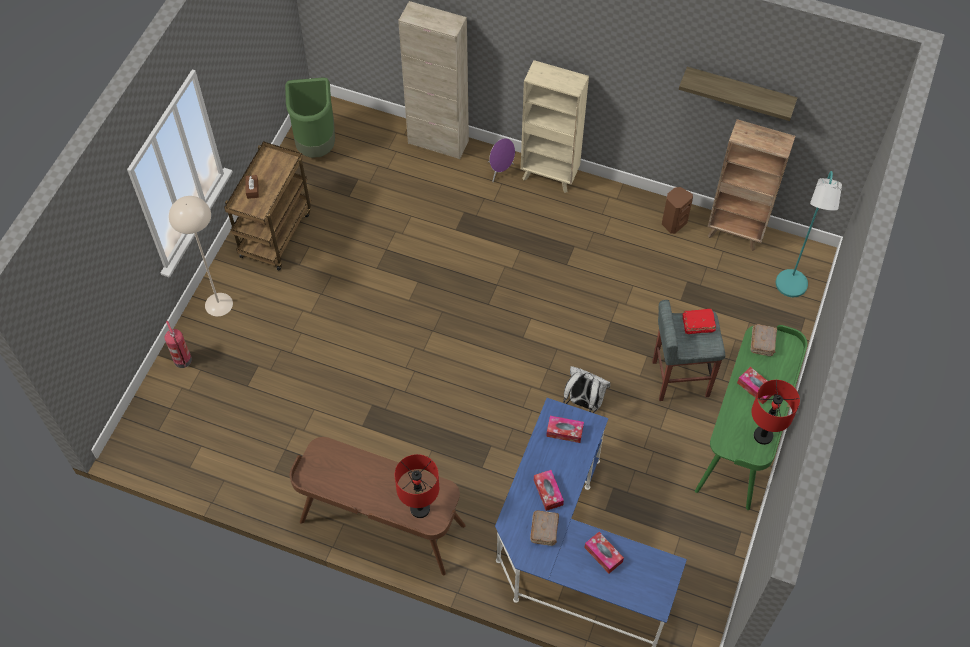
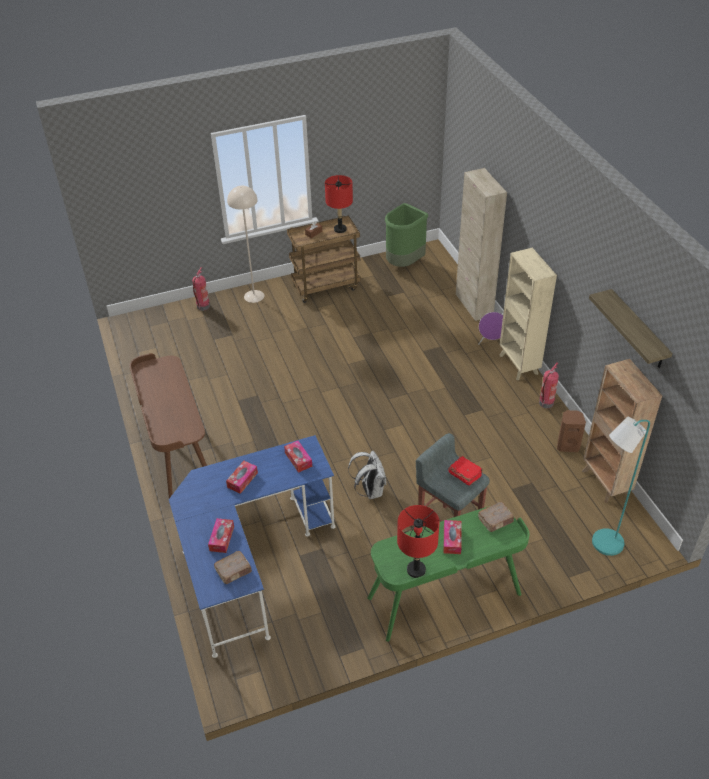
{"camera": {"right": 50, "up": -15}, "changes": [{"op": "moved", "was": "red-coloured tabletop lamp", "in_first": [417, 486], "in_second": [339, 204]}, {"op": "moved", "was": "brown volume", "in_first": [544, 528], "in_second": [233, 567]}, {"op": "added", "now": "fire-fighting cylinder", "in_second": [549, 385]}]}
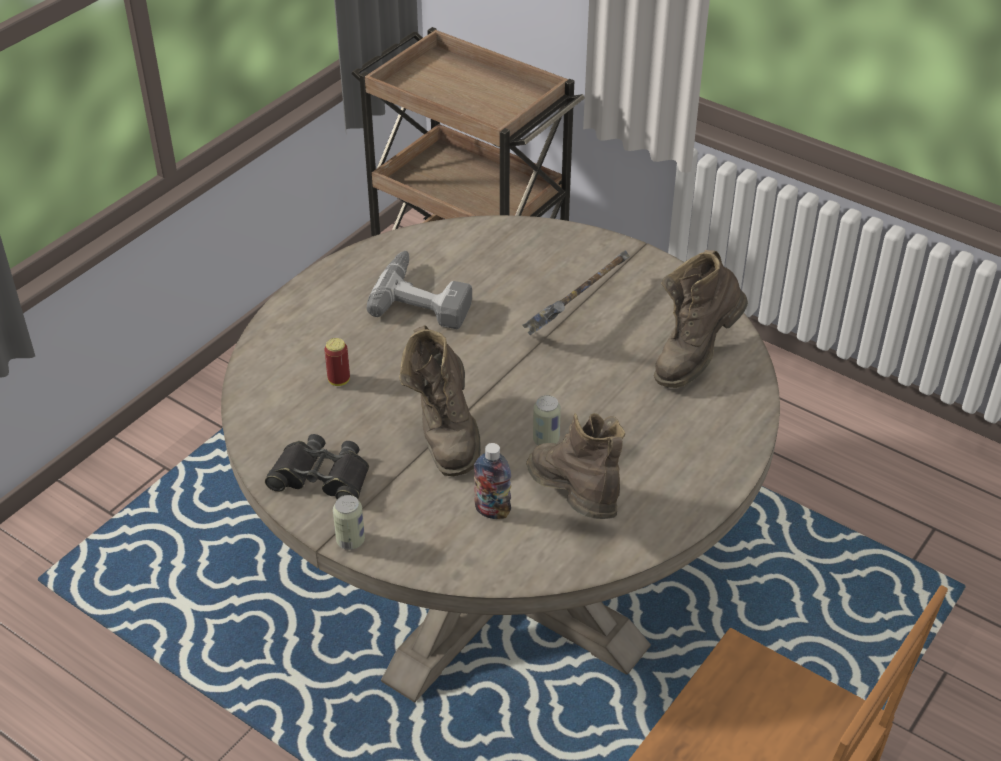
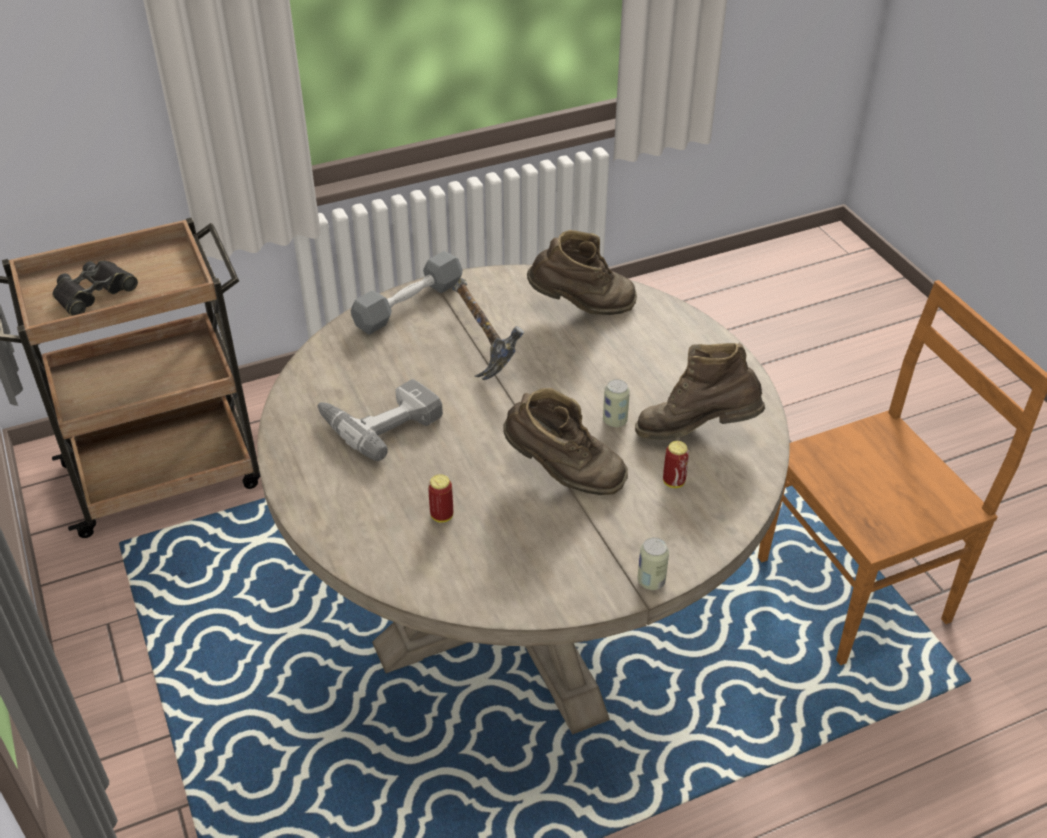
{"camera": {"right": -60, "up": 0}, "changes": [{"op": "turned", "was": "brown high-top boot", "in_first": [701, 319], "in_second": [582, 272], "clockwise": -75}, {"op": "moved", "was": "blackish field glasses", "in_first": [317, 466], "in_second": [95, 288]}, {"op": "replaced", "was": "drink bottle", "now": "sealed can", "in_first": [492, 481], "in_second": [676, 464]}, {"op": "added", "now": "grey hand weight", "in_second": [406, 293]}]}
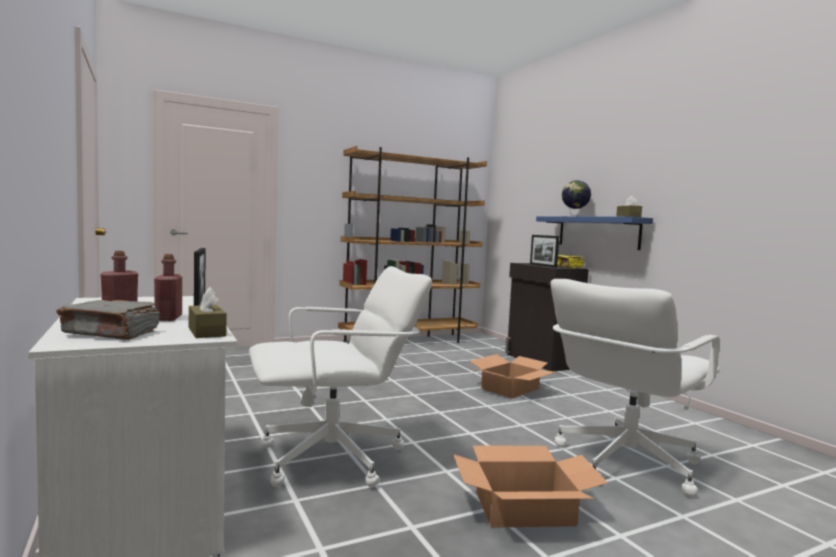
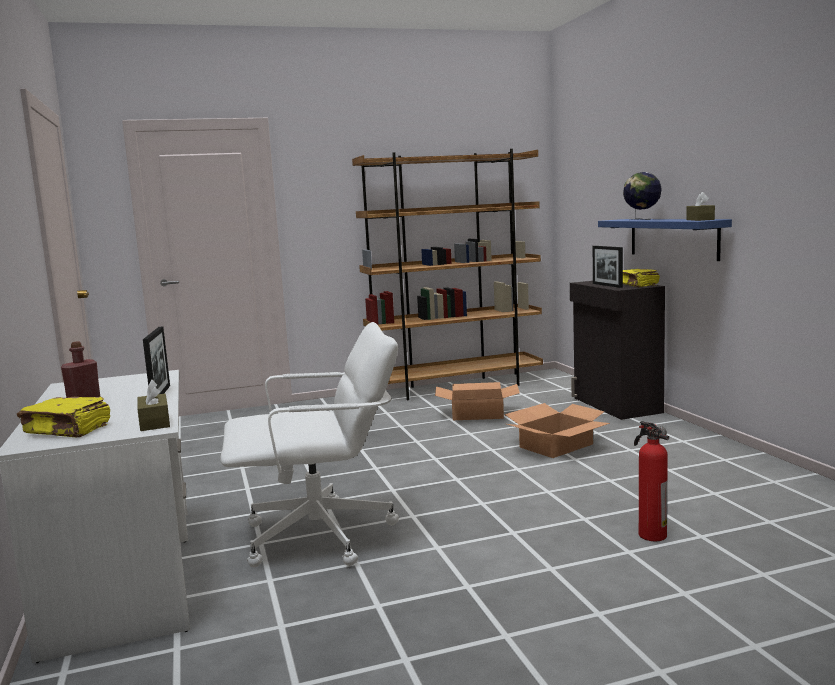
{"camera": {"right": 10, "up": 5}, "changes": [{"op": "removed", "was": "red-coloured drink bottle", "in_first": [168, 287]}, {"op": "replaced", "was": "whitish office chair", "now": "fire-fighting cylinder", "in_first": [635, 388], "in_second": [651, 481]}, {"op": "recoloured", "was": "grey volume", "now": "yellow volume", "in_first": [108, 320], "in_second": [63, 417]}, {"op": "moved", "was": "carton", "in_first": [530, 487], "in_second": [477, 401]}]}
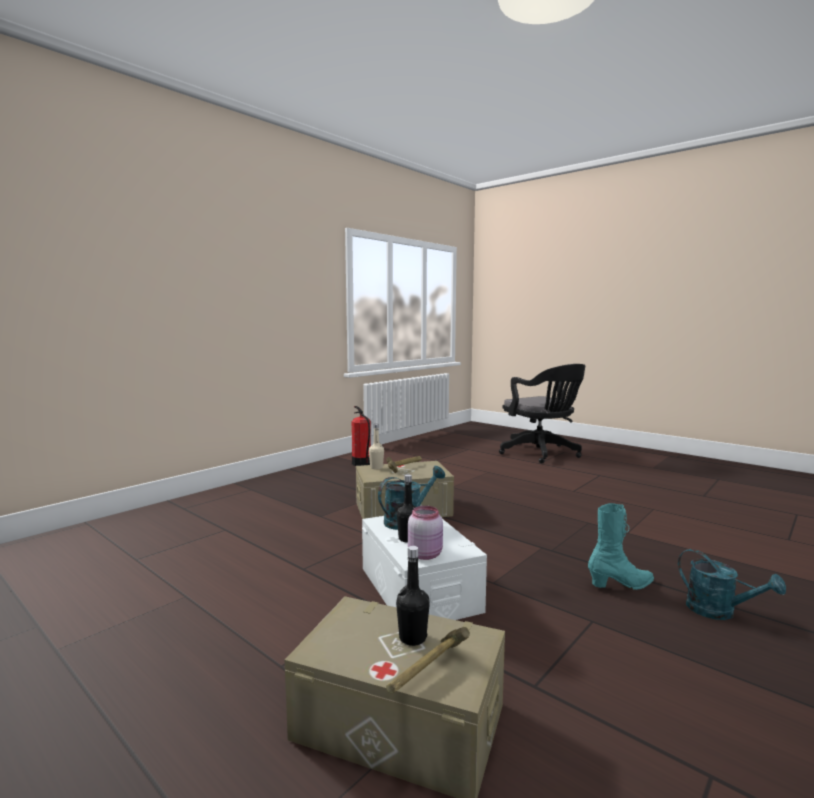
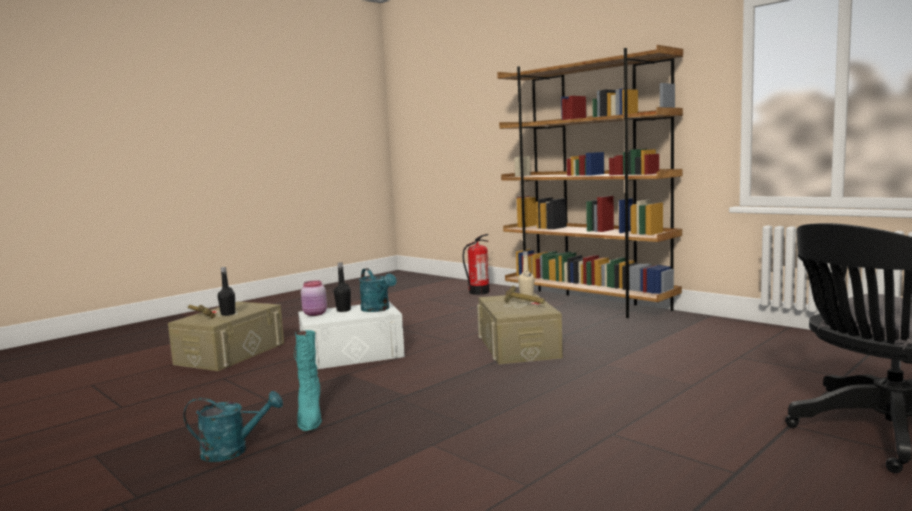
{"camera": {"right": 95, "up": 0}, "changes": [{"op": "moved", "was": "fire-fighting cylinder", "in_first": [361, 436], "in_second": [476, 264]}, {"op": "turned", "was": "blue-green sprinkling can", "in_first": [732, 584], "in_second": [233, 426], "clockwise": -150}, {"op": "added", "now": "brown bookshelf", "in_second": [590, 181]}]}
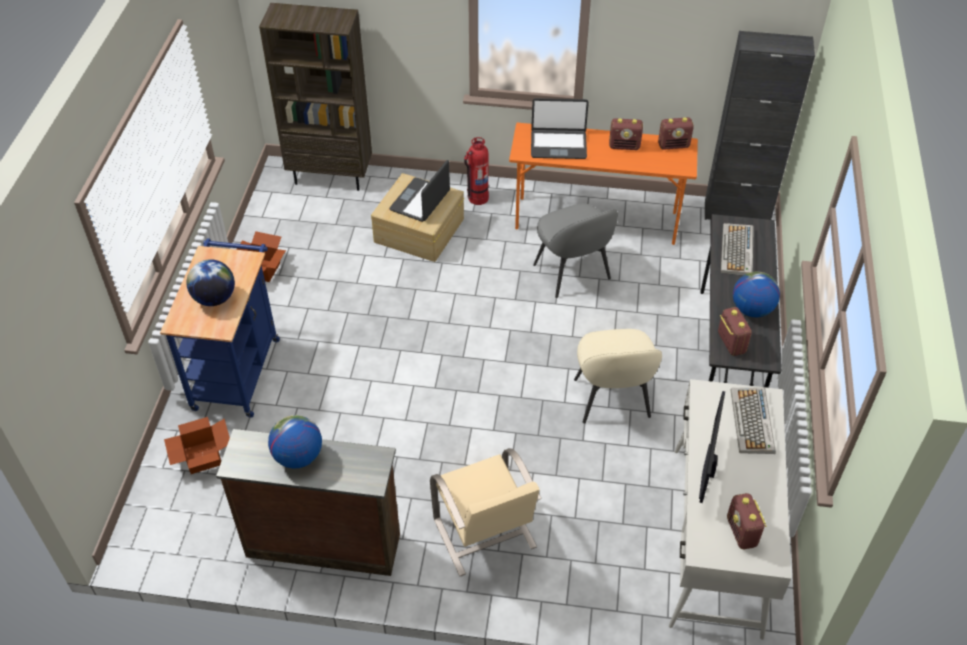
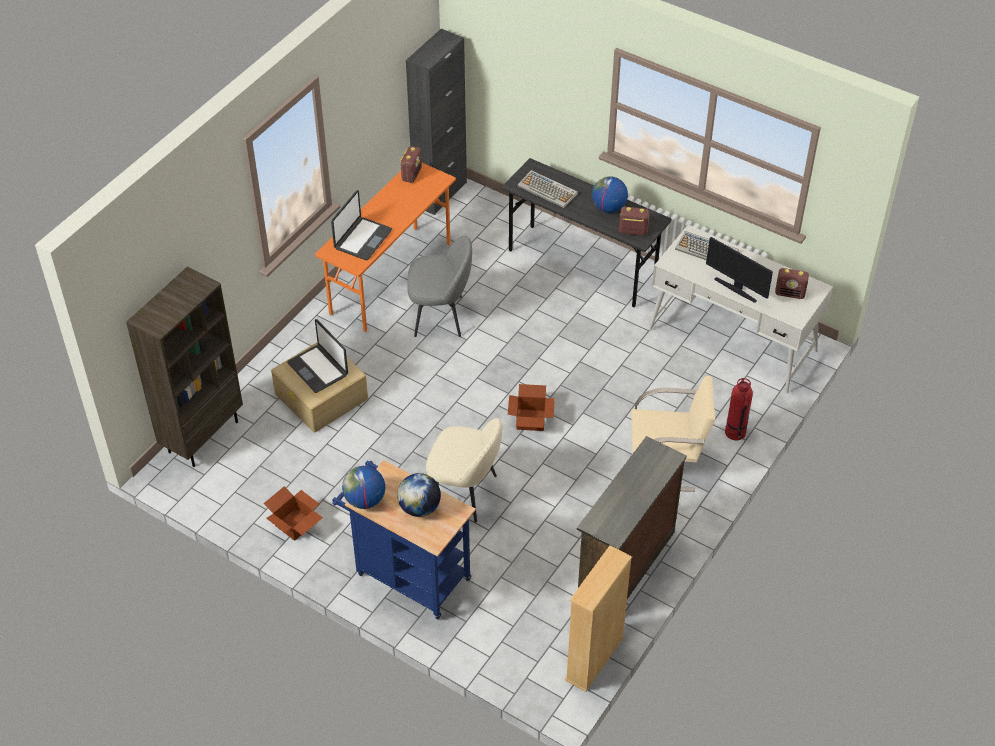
{"camera": {"right": -65, "up": 0}, "changes": [{"op": "removed", "was": "radio set", "in_first": [626, 134]}, {"op": "moved", "was": "fire-fighting cylinder", "in_first": [476, 171], "in_second": [739, 409]}, {"op": "moved", "was": "beige-coloured chair", "in_first": [618, 376], "in_second": [464, 470]}, {"op": "moved", "was": "globe", "in_first": [295, 442], "in_second": [363, 487]}, {"op": "moved", "was": "carton", "in_first": [197, 445], "in_second": [531, 407]}, {"op": "added", "now": "beige-coloured bookshelf", "in_second": [598, 618]}]}
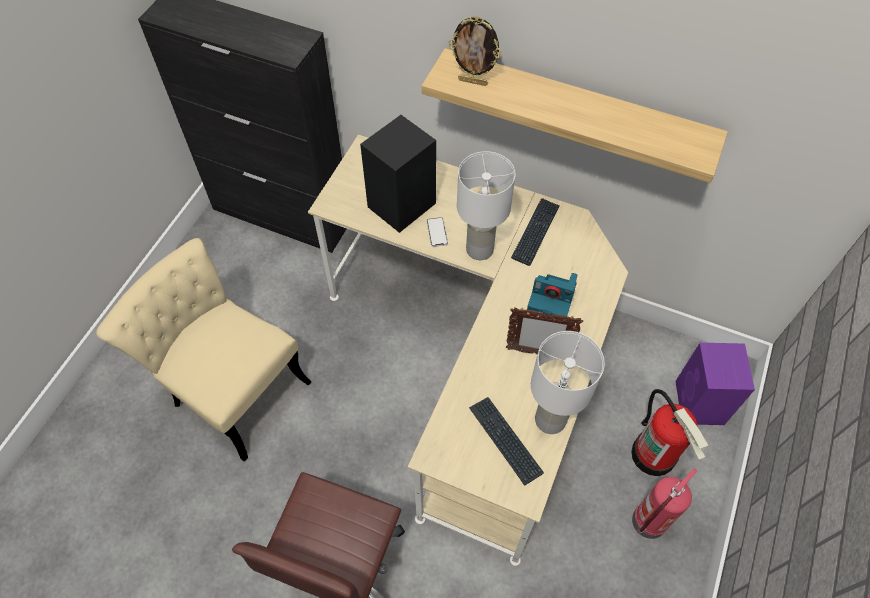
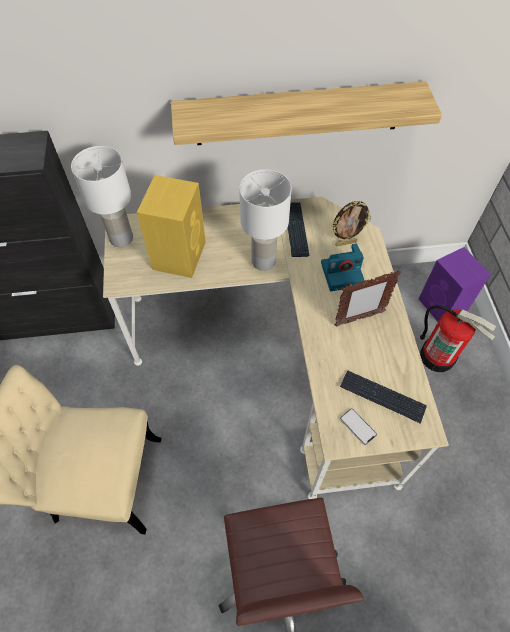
{"camera": {"right": -30, "up": 0}, "changes": [{"op": "moved", "was": "photo frame", "in_first": [475, 51], "in_second": [351, 223]}, {"op": "recoloured", "was": "blackish audio speaker", "now": "yellow audio speaker", "in_first": [398, 174], "in_second": [171, 226]}, {"op": "moved", "was": "telephone", "in_first": [437, 232], "in_second": [358, 426]}, {"op": "moved", "was": "whitish tabletop lamp", "in_first": [568, 382], "in_second": [102, 196]}, {"op": "removed", "was": "fire-fighting cylinder", "in_first": [664, 503]}]}
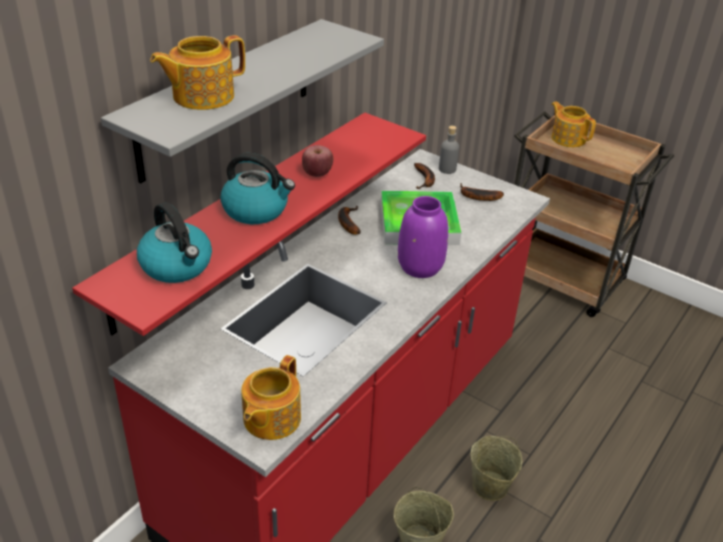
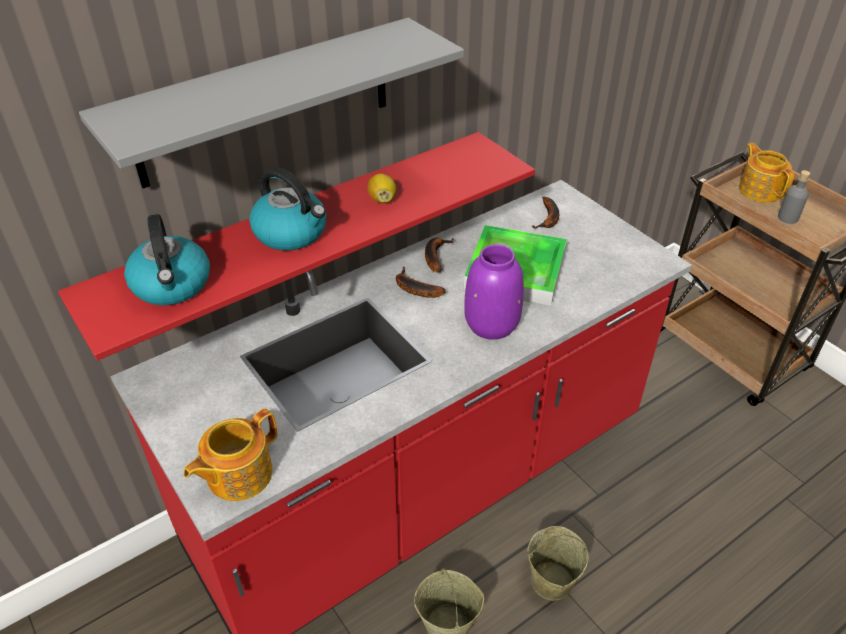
{"camera": {"right": 20, "up": 5}, "changes": [{"op": "removed", "was": "tea pot", "in_first": [197, 72]}, {"op": "moved", "was": "grey drink bottle", "in_first": [449, 150], "in_second": [794, 197]}, {"op": "replaced", "was": "apple fruit", "now": "citrus fruit", "in_first": [317, 161], "in_second": [381, 188]}, {"op": "moved", "was": "banana", "in_first": [482, 192], "in_second": [421, 282]}]}
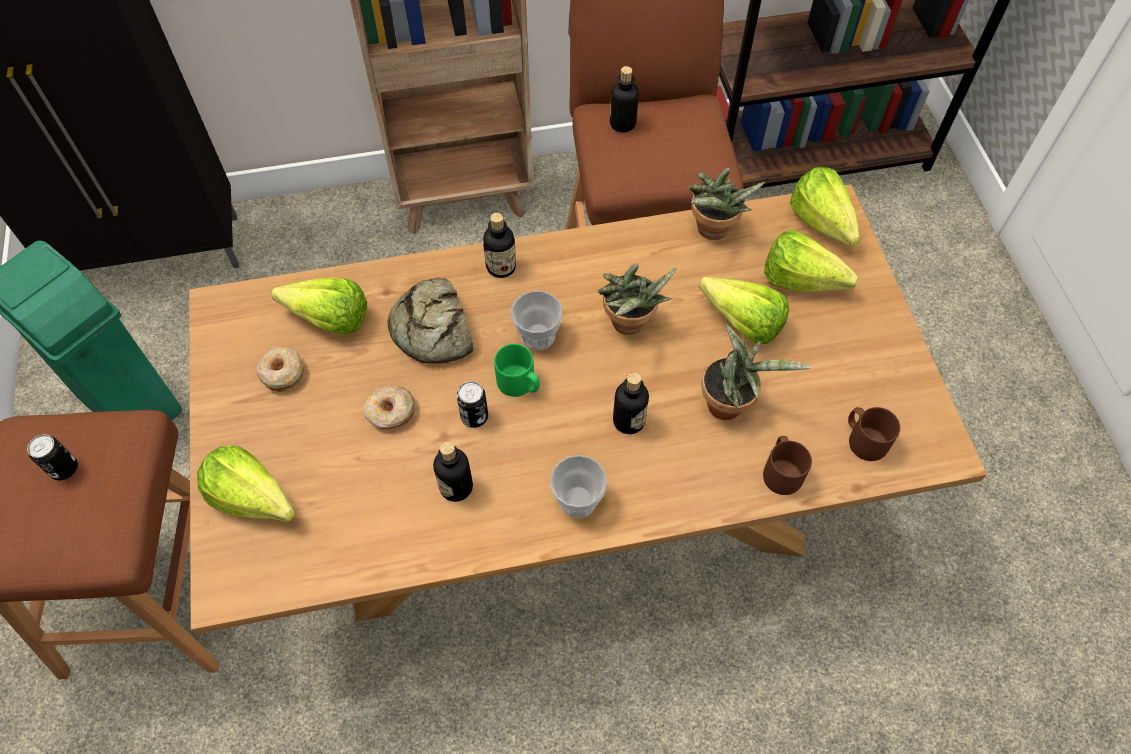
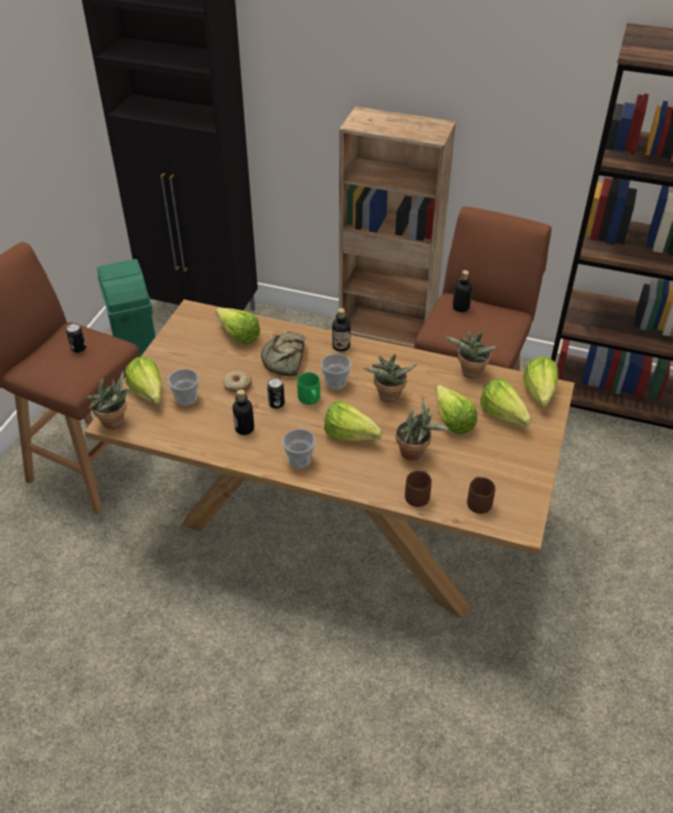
{"camera": {"right": 30, "up": -15}, "changes": [{"op": "removed", "was": "doughnut", "in_first": [280, 369]}, {"op": "replaced", "was": "drink bottle", "now": "lettuce", "in_first": [631, 403], "in_second": [353, 421]}, {"op": "added", "now": "drinking cup", "in_second": [183, 387]}, {"op": "added", "now": "potted plant", "in_second": [109, 400]}]}
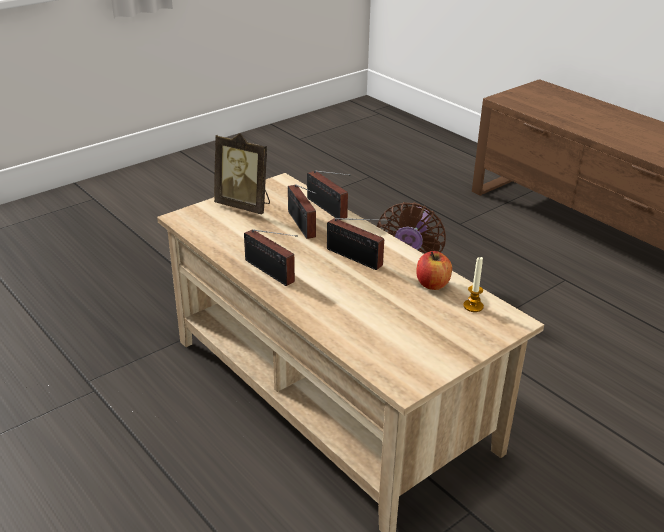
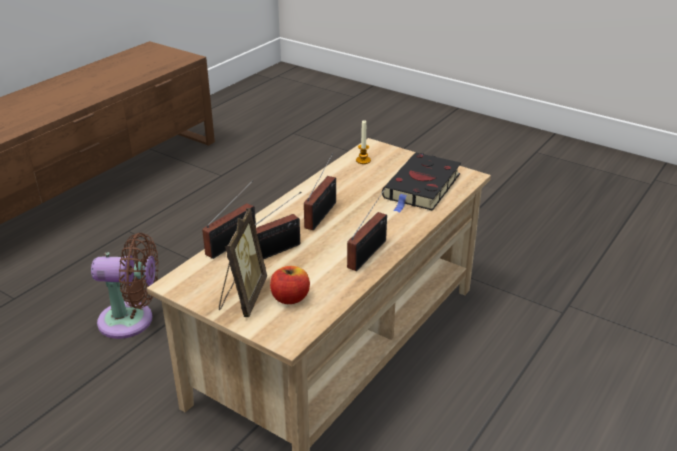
{"camera": {"right": -105, "up": 0}, "changes": [{"op": "moved", "was": "apple fruit", "in_first": [434, 270], "in_second": [290, 285]}, {"op": "added", "now": "blackish volume", "in_second": [421, 183]}]}
